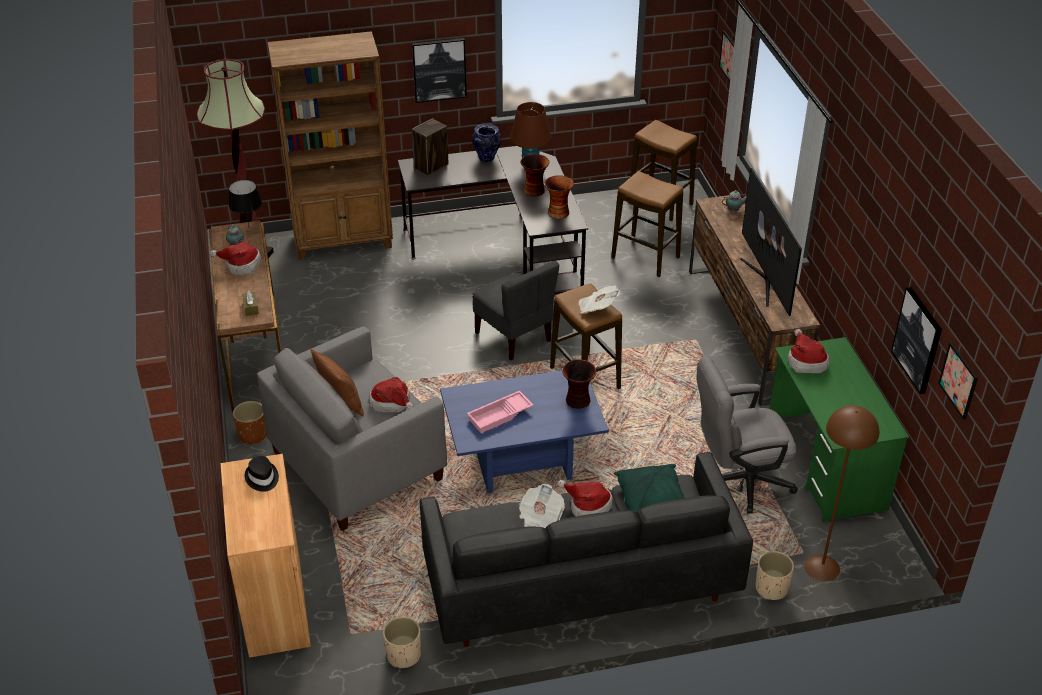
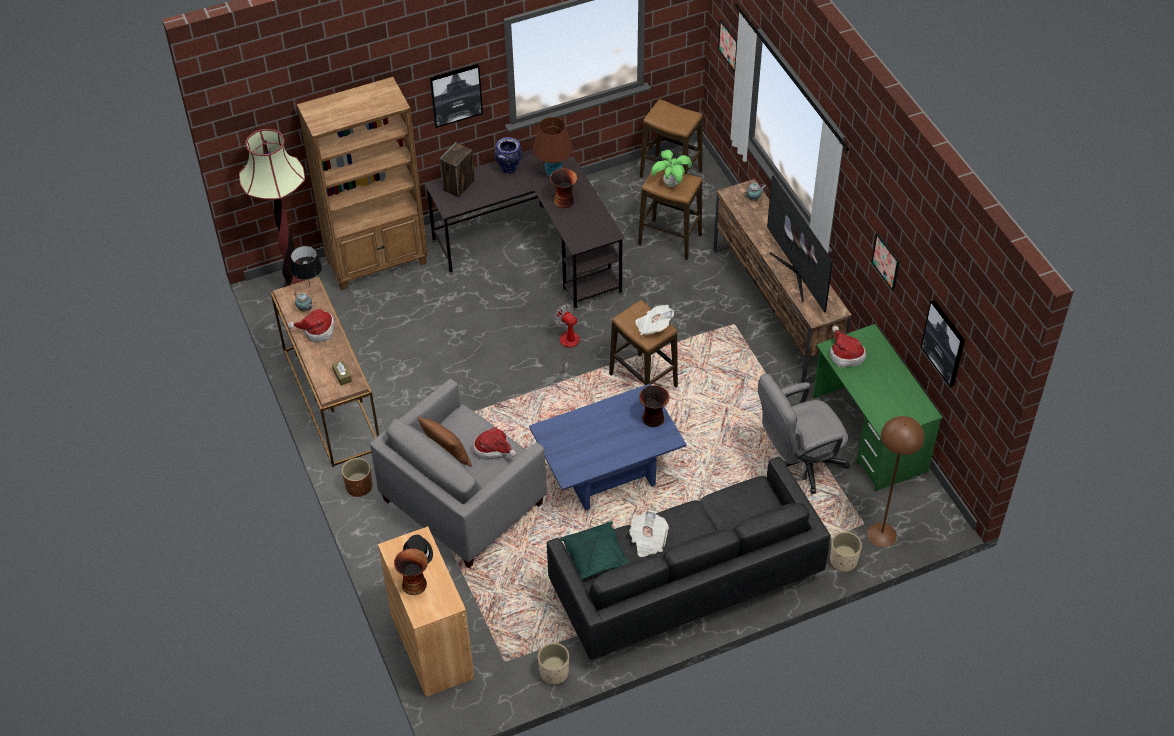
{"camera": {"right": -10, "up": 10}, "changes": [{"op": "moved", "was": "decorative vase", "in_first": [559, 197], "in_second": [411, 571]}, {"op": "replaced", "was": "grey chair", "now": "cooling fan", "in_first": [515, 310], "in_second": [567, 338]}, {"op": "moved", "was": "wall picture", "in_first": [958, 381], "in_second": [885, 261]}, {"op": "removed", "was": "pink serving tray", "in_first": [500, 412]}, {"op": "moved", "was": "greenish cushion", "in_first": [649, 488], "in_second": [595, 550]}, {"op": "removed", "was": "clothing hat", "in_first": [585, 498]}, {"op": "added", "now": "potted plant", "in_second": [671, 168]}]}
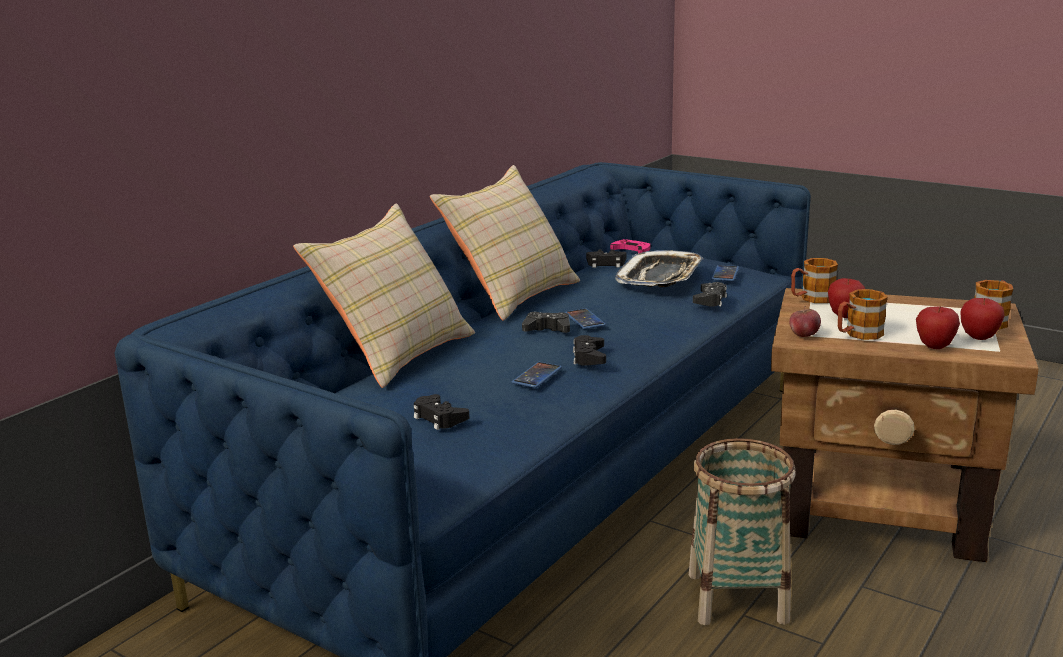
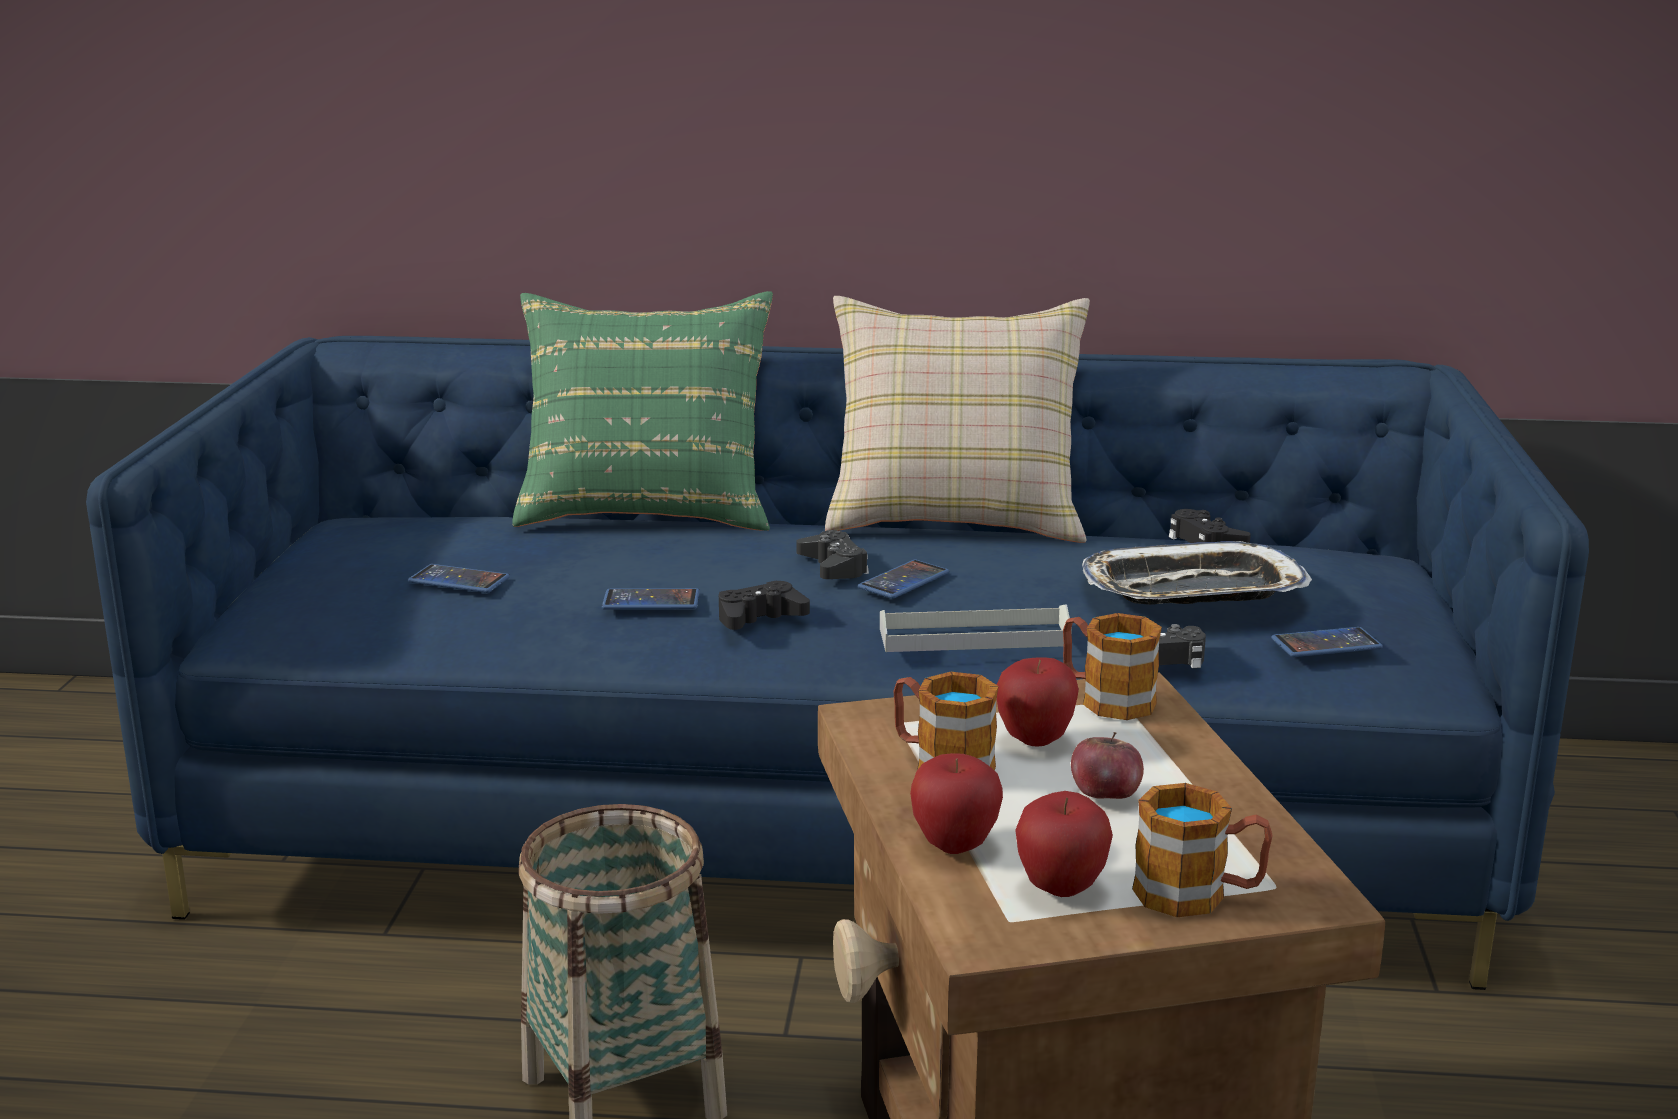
{"camera": {"right": 60, "up": 0}, "changes": [{"op": "recoloured", "was": "beige-coloured cushion", "now": "greenish cushion", "in_first": [384, 295], "in_second": [642, 411]}, {"op": "removed", "was": "pink gamepad", "in_first": [630, 246]}, {"op": "moved", "was": "apple fruit", "in_first": [805, 321], "in_second": [1107, 765]}, {"op": "replaced", "was": "blackish gamepad", "now": "telephone", "in_first": [441, 412], "in_second": [459, 578]}, {"op": "added", "now": "grey serving tray", "in_second": [976, 628]}]}
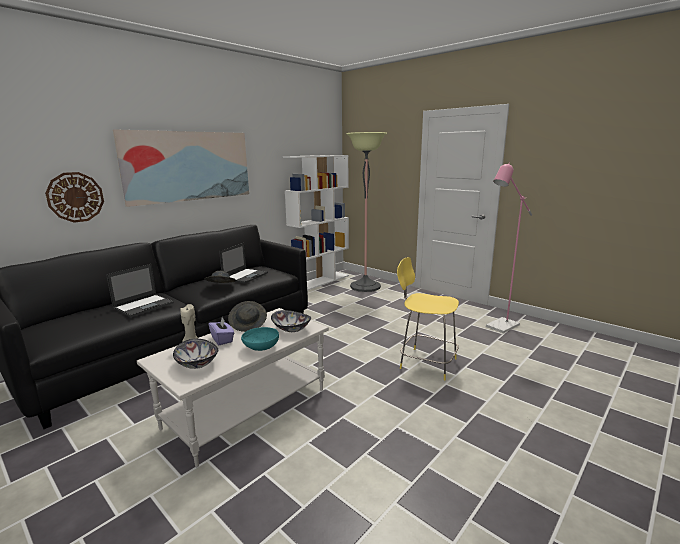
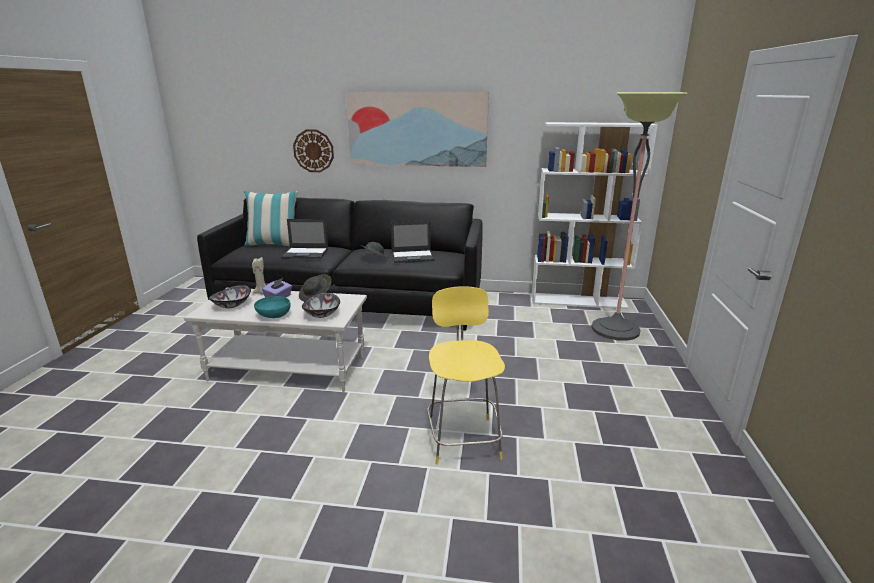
{"camera": {"right": 55, "up": 5}, "changes": [{"op": "removed", "was": "pink floor lamp", "in_first": [509, 247]}, {"op": "added", "now": "cushion", "in_second": [271, 219]}]}
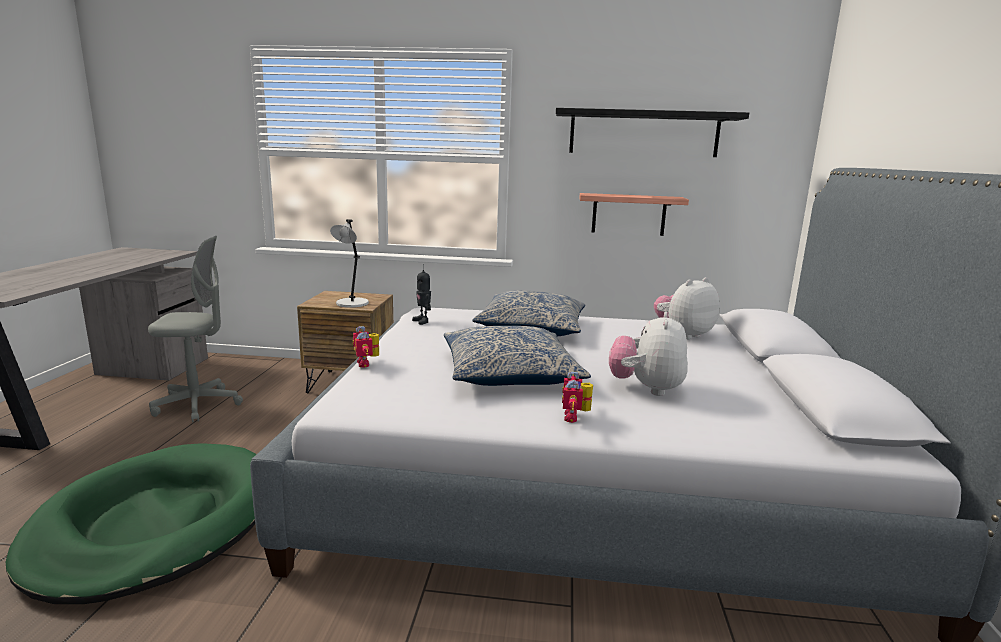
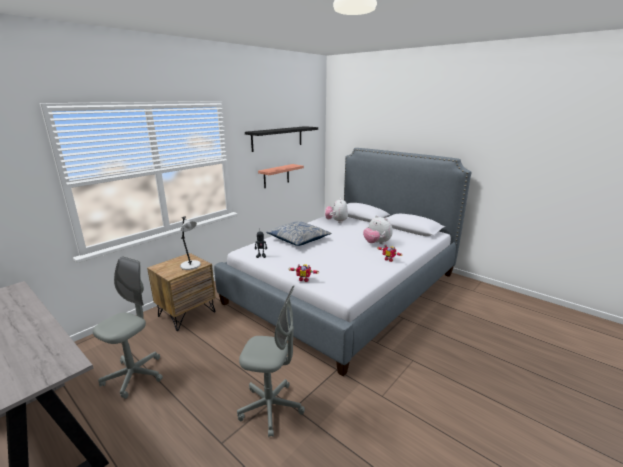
{"camera": {"right": -55, "up": 5}, "changes": [{"op": "removed", "was": "cushion", "in_first": [517, 356]}, {"op": "replaced", "was": "greenish dog bed", "now": "grey office chair", "in_first": [131, 523], "in_second": [271, 361]}]}
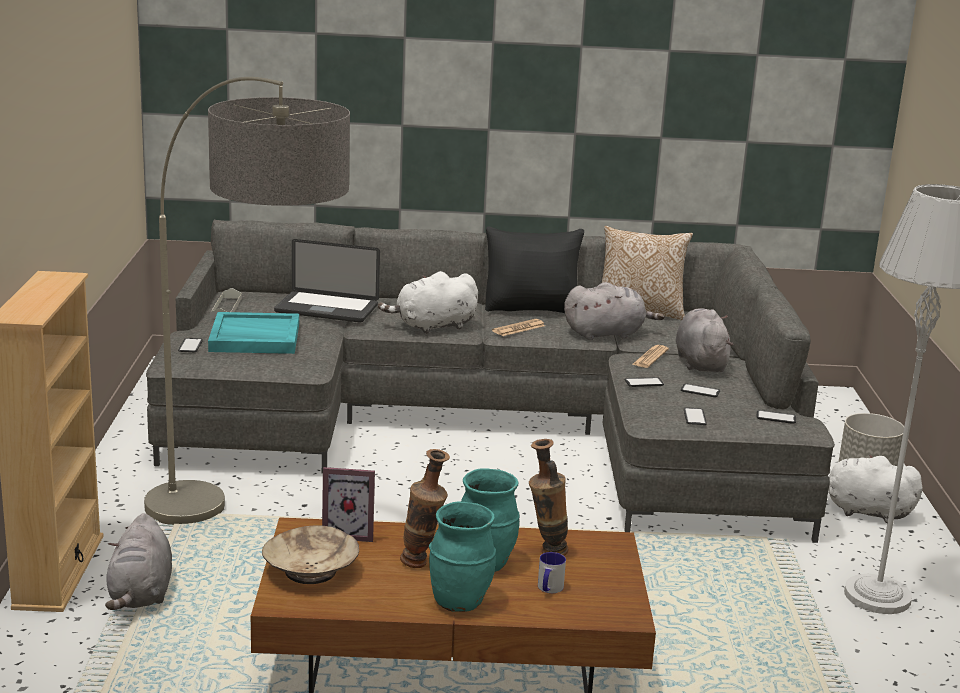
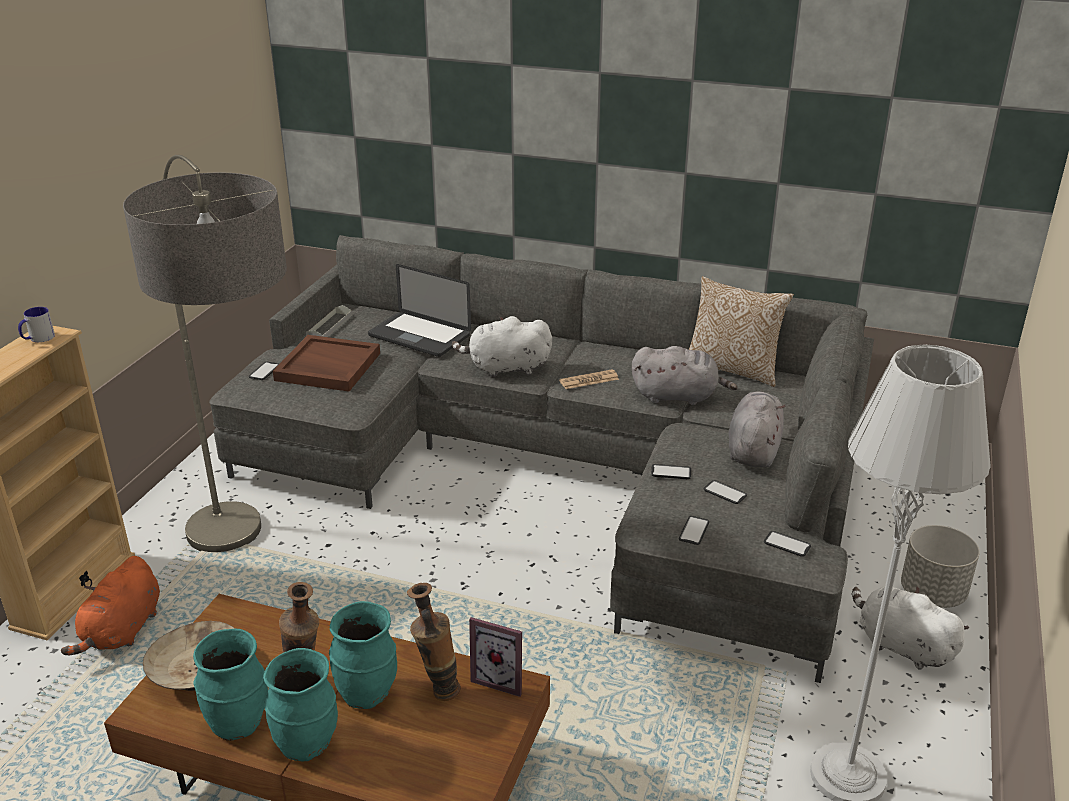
{"camera": {"right": 20, "up": 10}, "changes": [{"op": "removed", "was": "blackish cushion", "in_first": [534, 270]}, {"op": "recoloured", "was": "blue-green serving tray", "now": "brown serving tray", "in_first": [253, 333], "in_second": [326, 363]}, {"op": "removed", "was": "daily paper", "in_first": [650, 356]}, {"op": "moved", "was": "photo frame", "in_first": [348, 504], "in_second": [495, 657]}, {"op": "recoloured", "was": "grey plush toy", "now": "orange-coloured plush toy", "in_first": [138, 561], "in_second": [110, 606]}, {"op": "moved", "was": "tea mug", "in_first": [552, 572], "in_second": [36, 324]}, {"op": "added", "now": "blue-green decorative vase", "in_second": [230, 685]}]}
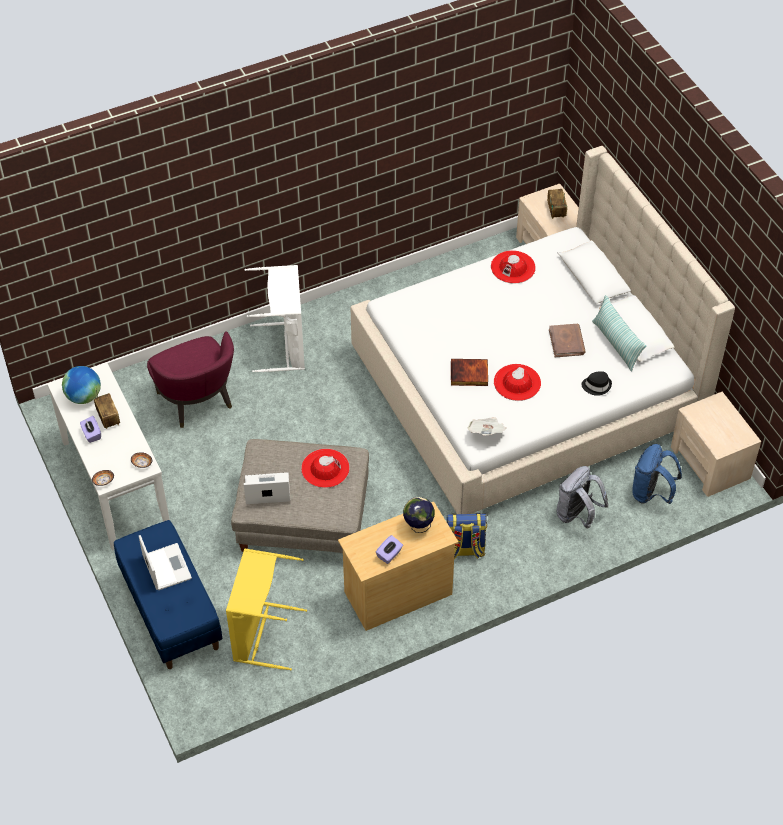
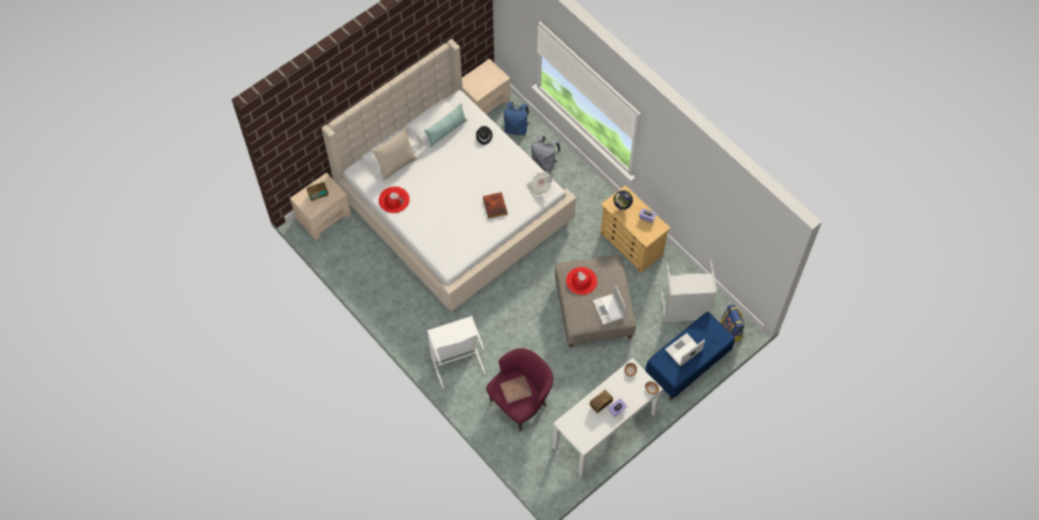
{"camera": {"right": -105, "up": 10}, "changes": [{"op": "moved", "was": "brown volume", "in_first": [567, 340], "in_second": [516, 390]}, {"op": "removed", "was": "red-coloured clothing hat", "in_first": [517, 382]}, {"op": "removed", "was": "globe", "in_first": [81, 385]}, {"op": "moved", "was": "rucksack", "in_first": [466, 536], "in_second": [732, 323]}, {"op": "recoloured", "was": "yellow hamper", "now": "grey hamper", "in_first": [266, 609], "in_second": [689, 290]}, {"op": "added", "now": "beige-coloured cushion", "in_second": [394, 154]}]}
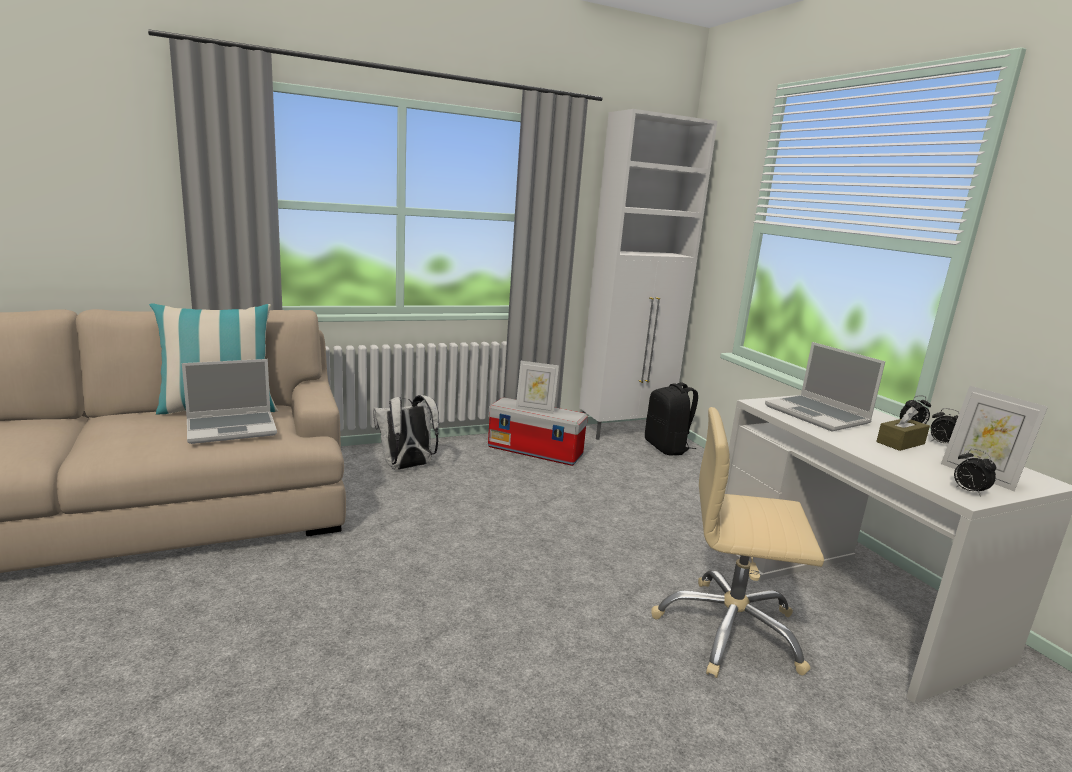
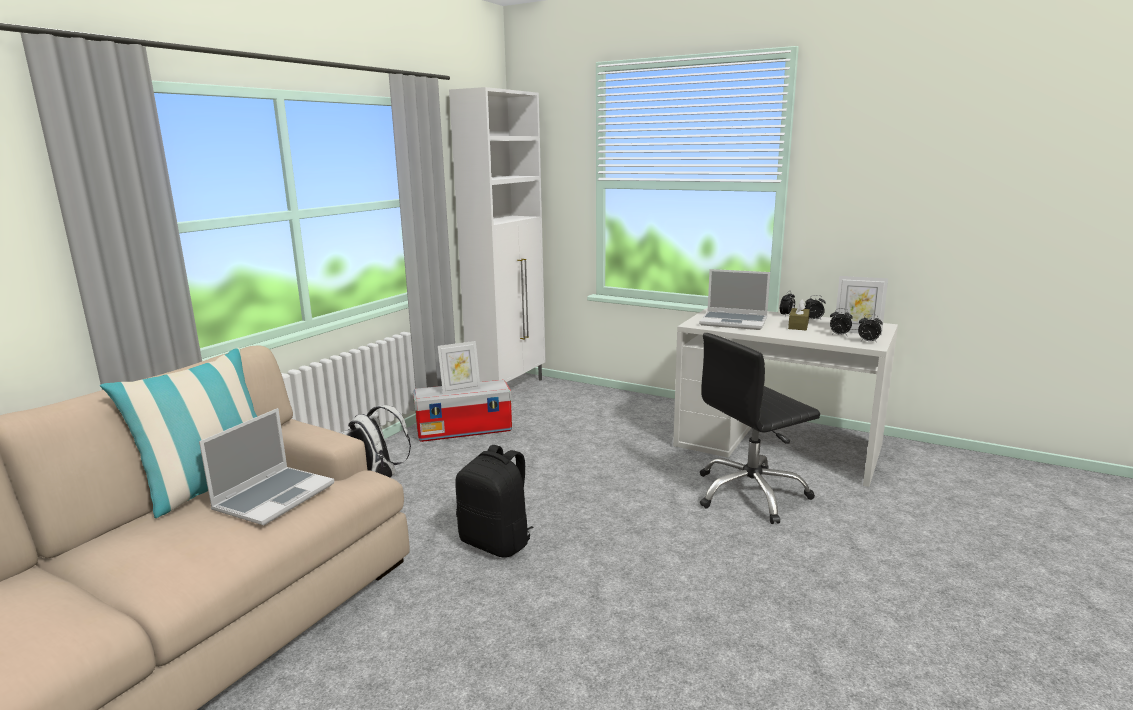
{"camera": {"right": -35, "up": 0}, "changes": [{"op": "moved", "was": "blackish rucksack", "in_first": [671, 419], "in_second": [494, 501]}, {"op": "recoloured", "was": "beige-coloured office chair", "now": "blackish office chair", "in_first": [738, 542], "in_second": [760, 428]}, {"op": "added", "now": "alarm clock", "in_second": [841, 322]}]}
